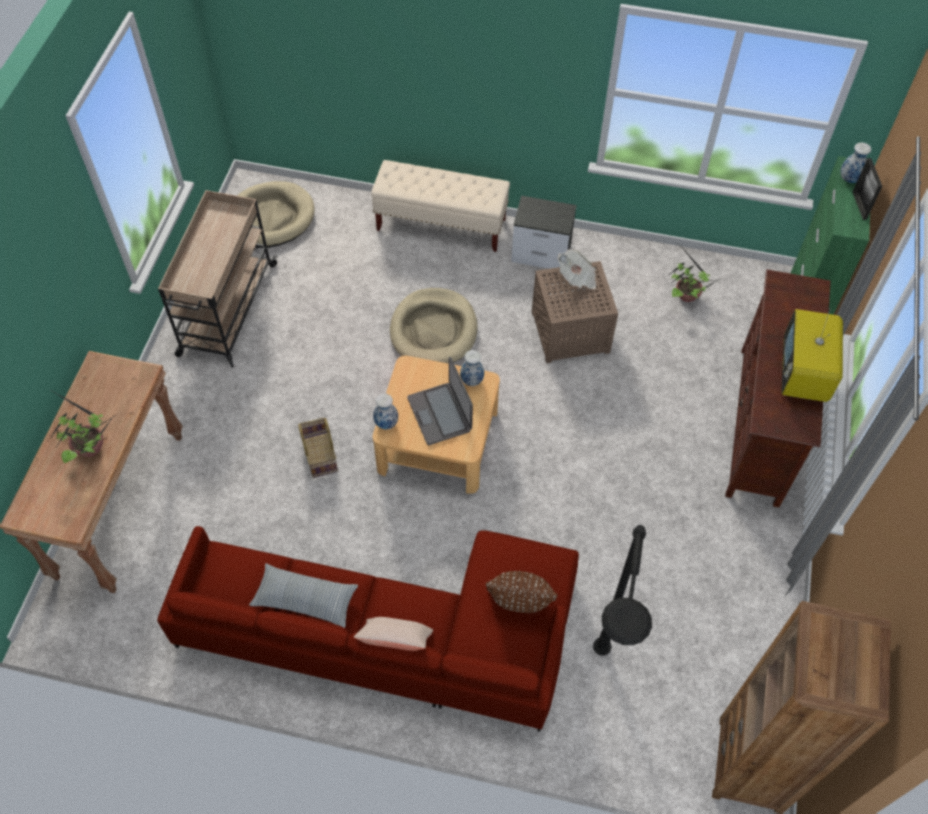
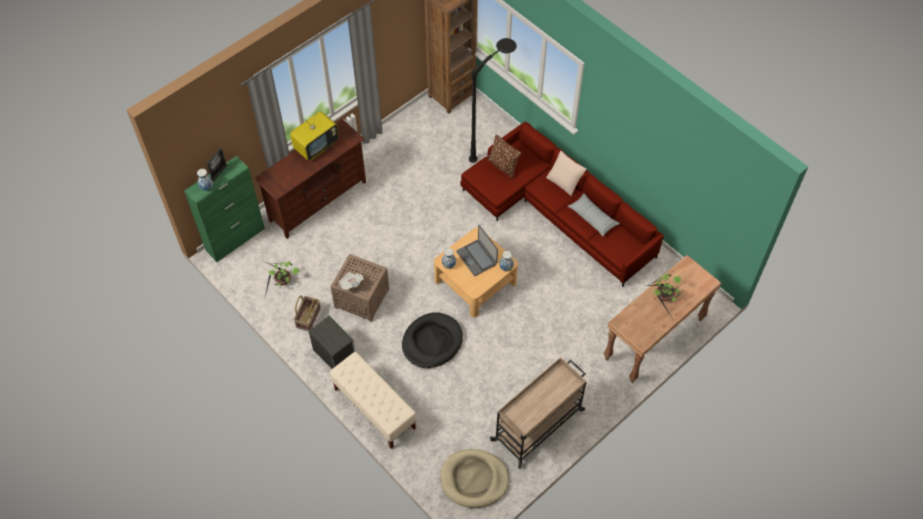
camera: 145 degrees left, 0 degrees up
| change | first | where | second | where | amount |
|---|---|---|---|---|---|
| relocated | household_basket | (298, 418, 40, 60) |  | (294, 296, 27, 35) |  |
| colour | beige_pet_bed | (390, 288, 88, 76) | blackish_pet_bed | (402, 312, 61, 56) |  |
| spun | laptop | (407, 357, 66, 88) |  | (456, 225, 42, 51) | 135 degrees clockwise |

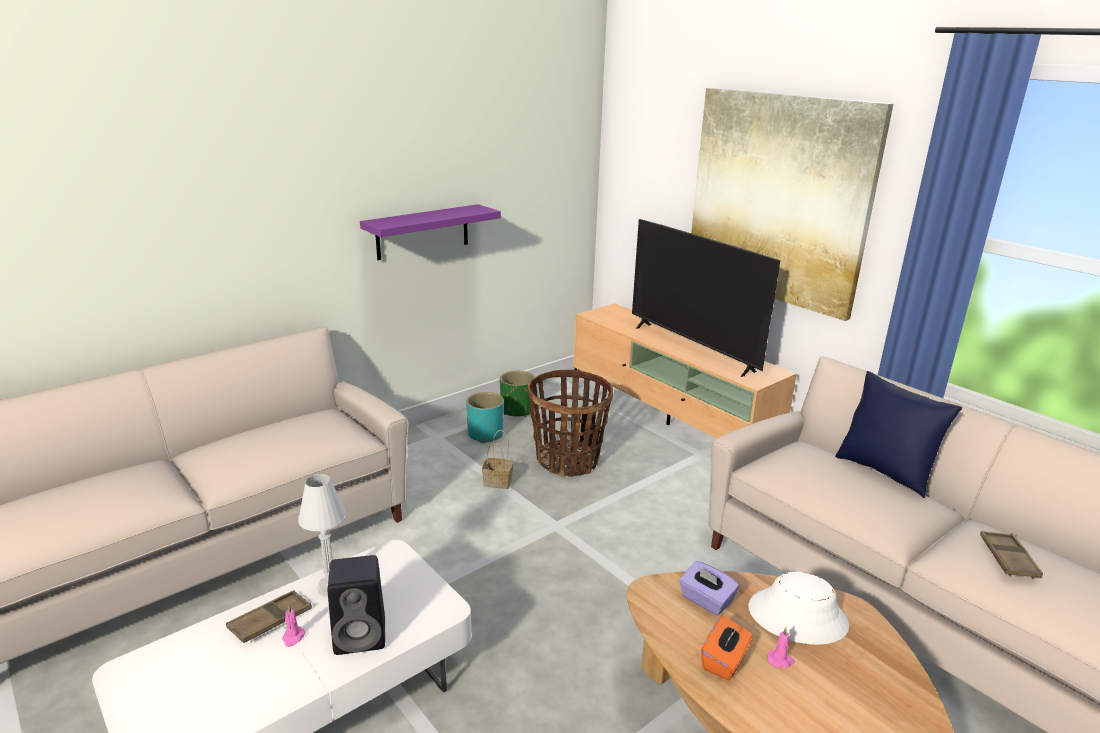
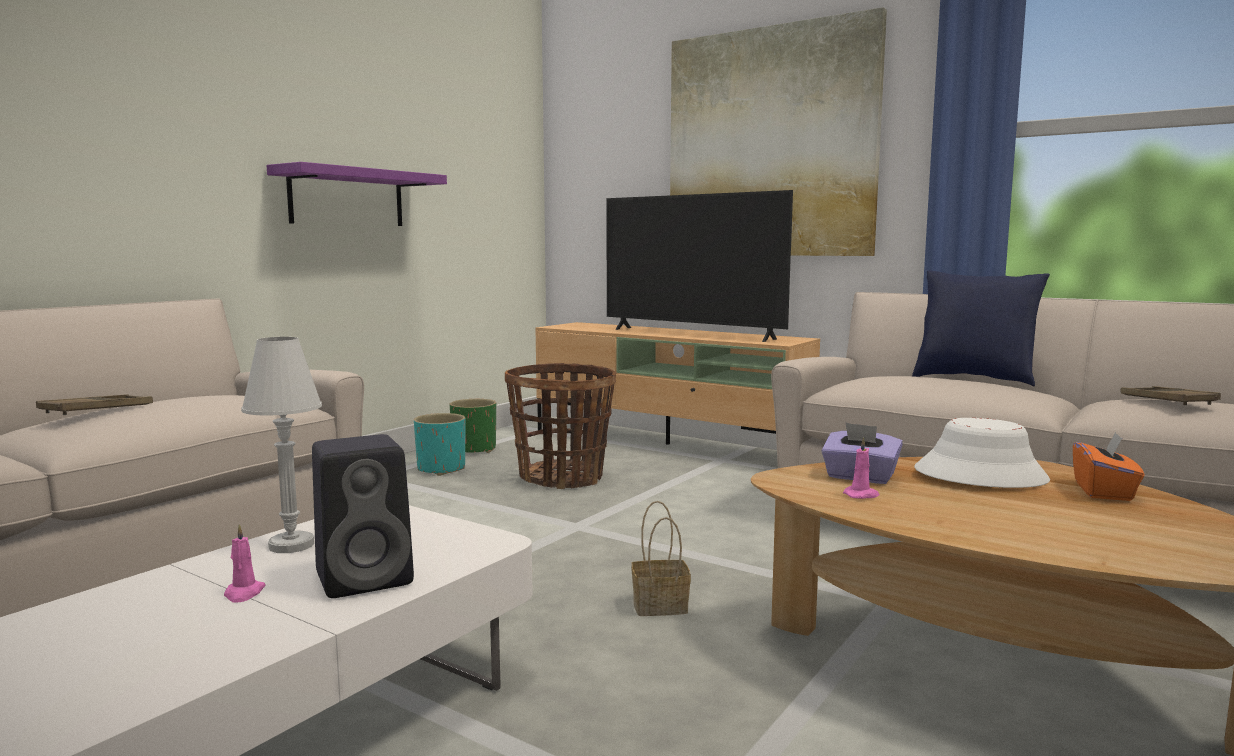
camera: 15 degrees left, 15 degrees down
| change | first | where | second | where | amount |
|---|---|---|---|---|---|
| relocated | brownish_serving_tray | (226, 590, 86, 53) |  | (36, 394, 117, 21) |  |
| relocated | household_basket | (482, 430, 32, 59) |  | (631, 501, 60, 115) |  |
| relocated | orange_tissue_box | (701, 615, 52, 65) |  | (1073, 432, 71, 69) |  |
| relocated | pink_wax_candle | (767, 627, 27, 41) |  | (843, 437, 37, 62) |  |

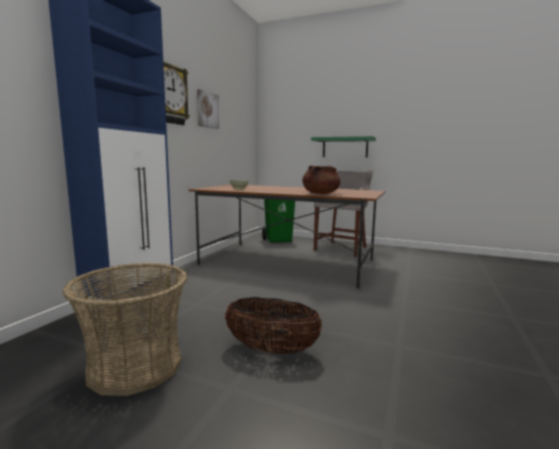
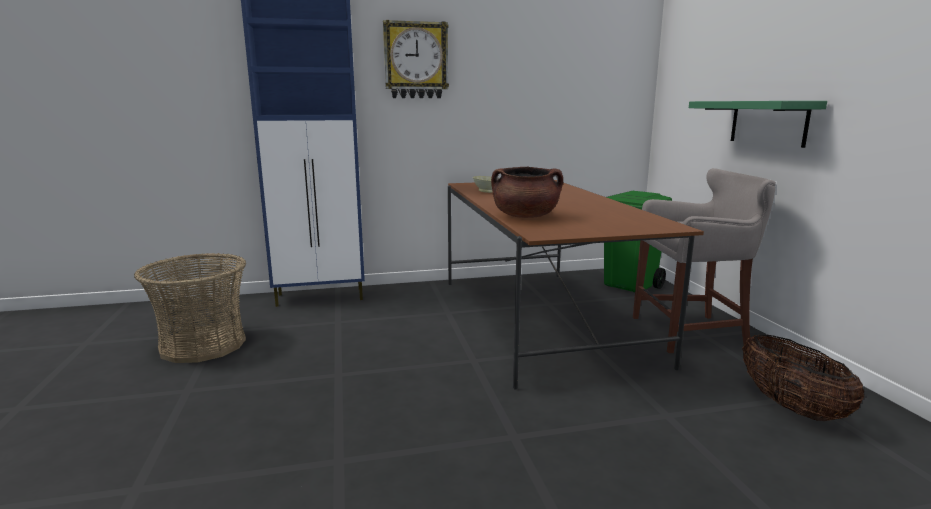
camera: 55 degrees right, 5 degrees up
| change | first | where | second | where | amount |
|---|---|---|---|---|---|
| missing | wall_picture | (197, 89, 22, 40) |  |  |  |
| relocated | household_basket | (225, 297, 98, 58) |  | (742, 335, 122, 86) |  |

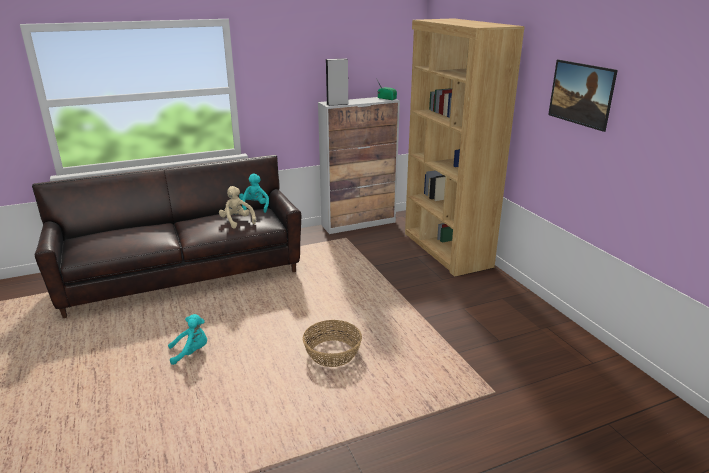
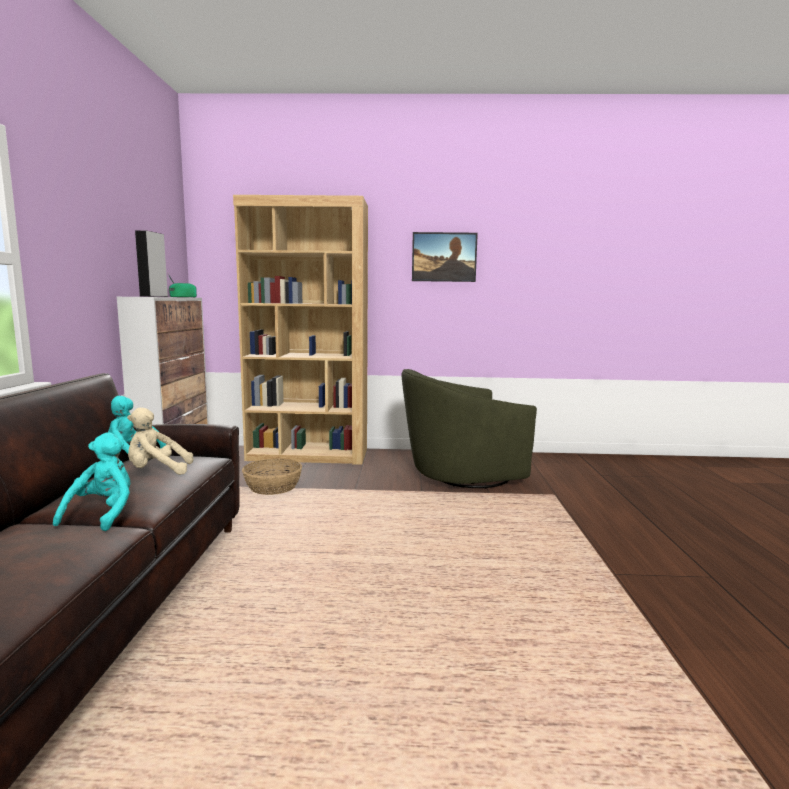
camera: 65 degrees left, 15 degrees down
| change | first | where | second | where | amount |
|---|---|---|---|---|---|
| relocated | turquoise-coloured_soft_toy | (168, 314, 39, 51) |  | (53, 432, 77, 99) |  |
| relocated | household_basket | (303, 320, 59, 47) |  | (242, 458, 60, 37) |  |
| appeared |  |  | greenish_easy_chair | (402, 369, 135, 120) |  |

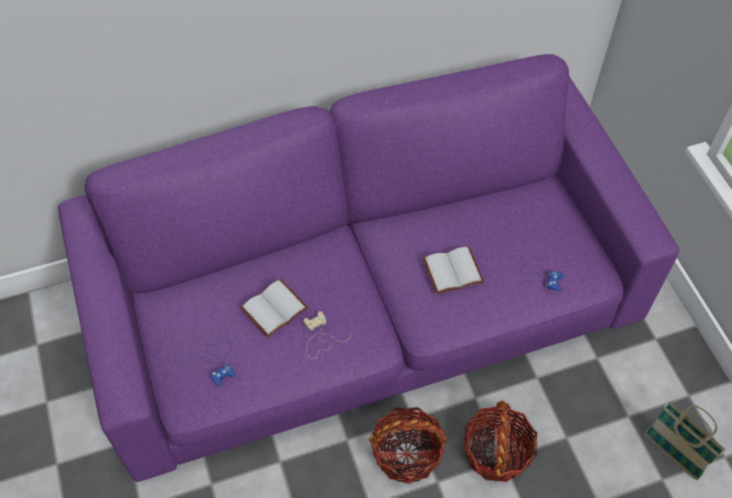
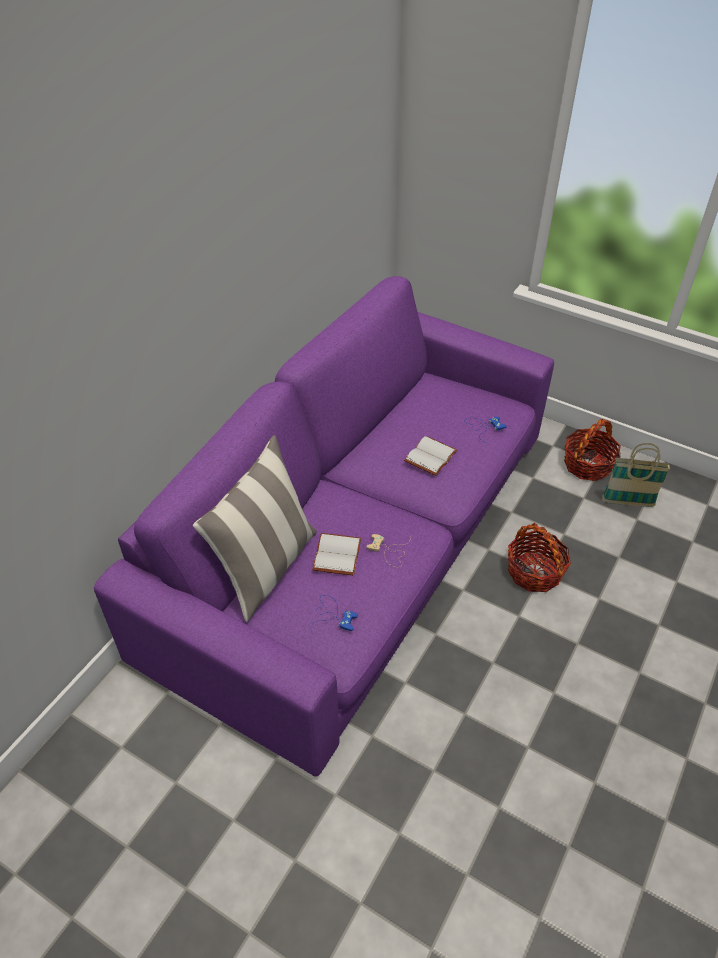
camera: 40 degrees left, 10 degrees down
| change | first | where | second | where | amount |
|---|---|---|---|---|---|
| relocated | household_basket | (369, 407, 78, 77) |  | (564, 419, 57, 62) |  |
| appeared |  |  | cushion | (193, 435, 124, 187) |  |

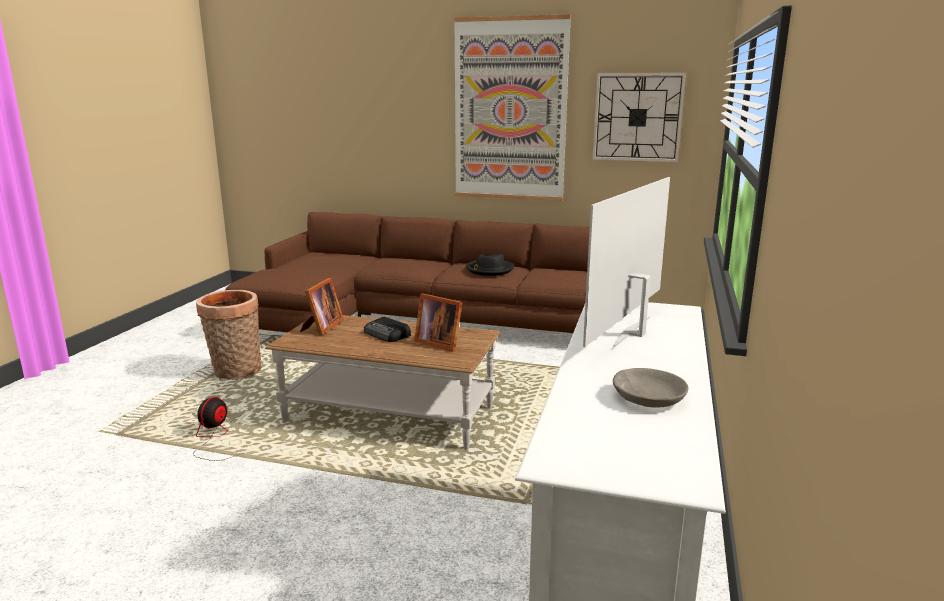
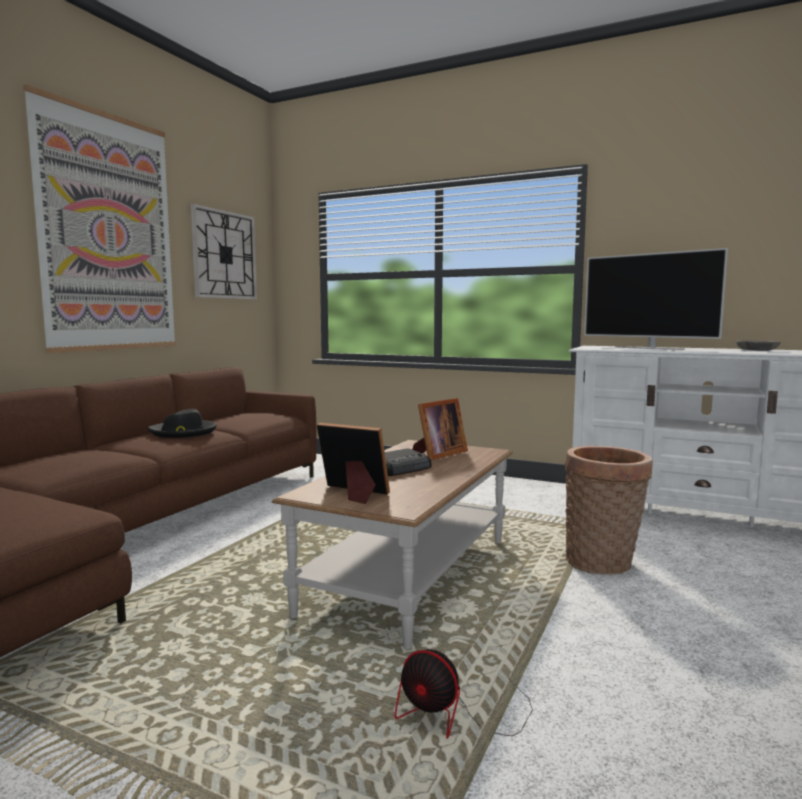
camera: 80 degrees left, 10 degrees down
| change | first | where | second | where | amount |
|---|---|---|---|---|---|
| relocated | household_basket | (196, 290, 65, 90) |  | (565, 446, 88, 129) |  |

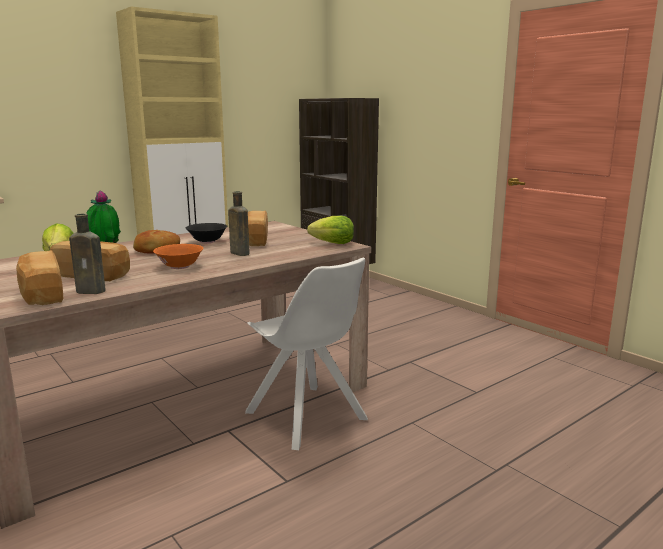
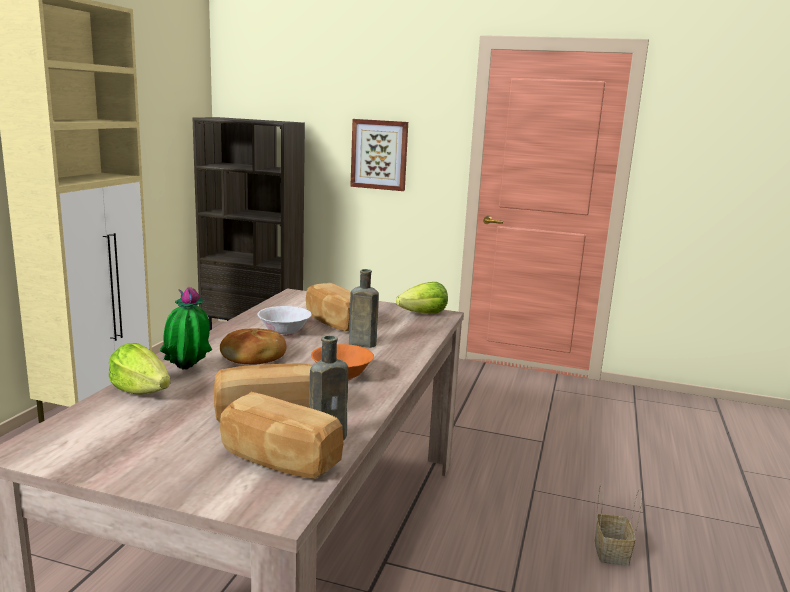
camera: 35 degrees left, 0 degrees up
| change | first | where | second | where | amount |
|---|---|---|---|---|---|
| colour | blackish_deep_dish | (186, 223, 41, 20) | white-coloured_deep_dish | (257, 306, 55, 30) |  |
| missing | white-coloured_plain_chair | (245, 258, 123, 192) |  |  |  |
| appeared |  |  | wall_picture | (350, 119, 58, 72) |  |
| appeared |  |  | household_basket | (595, 484, 47, 82) |  |

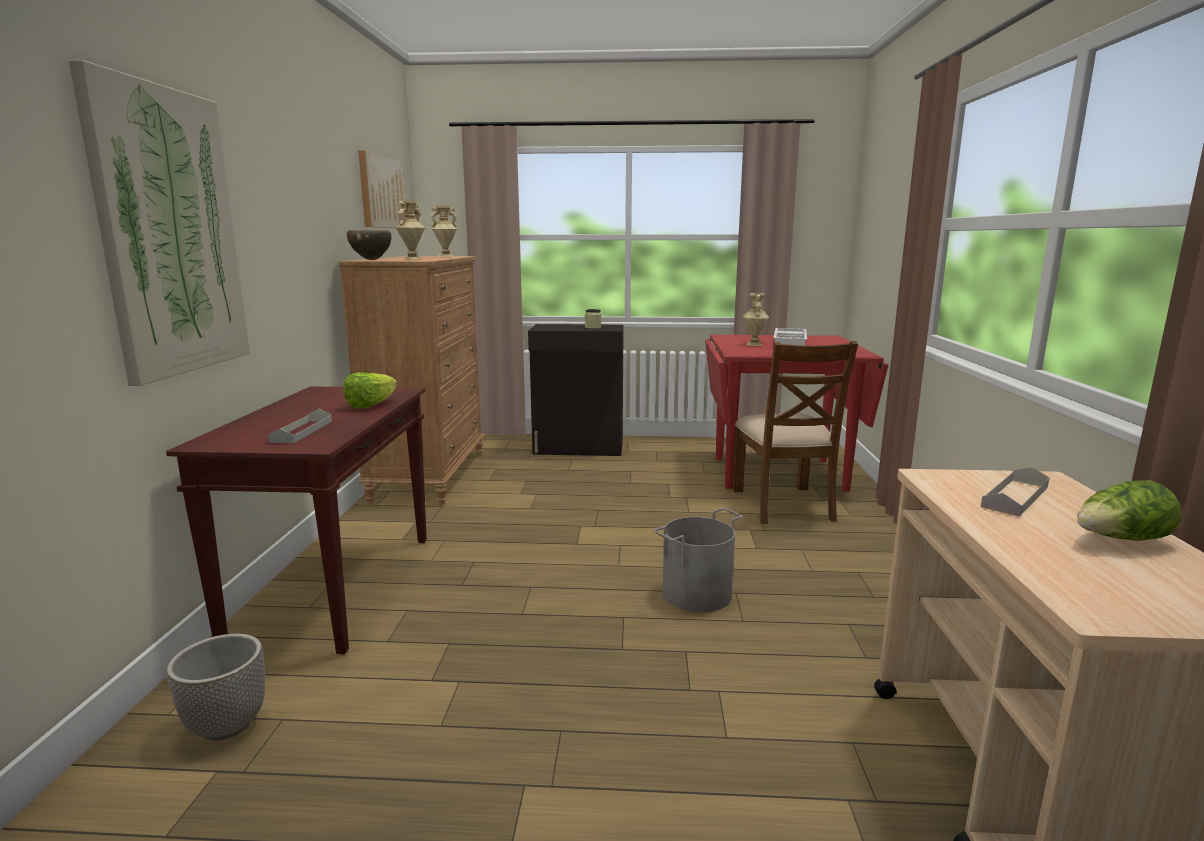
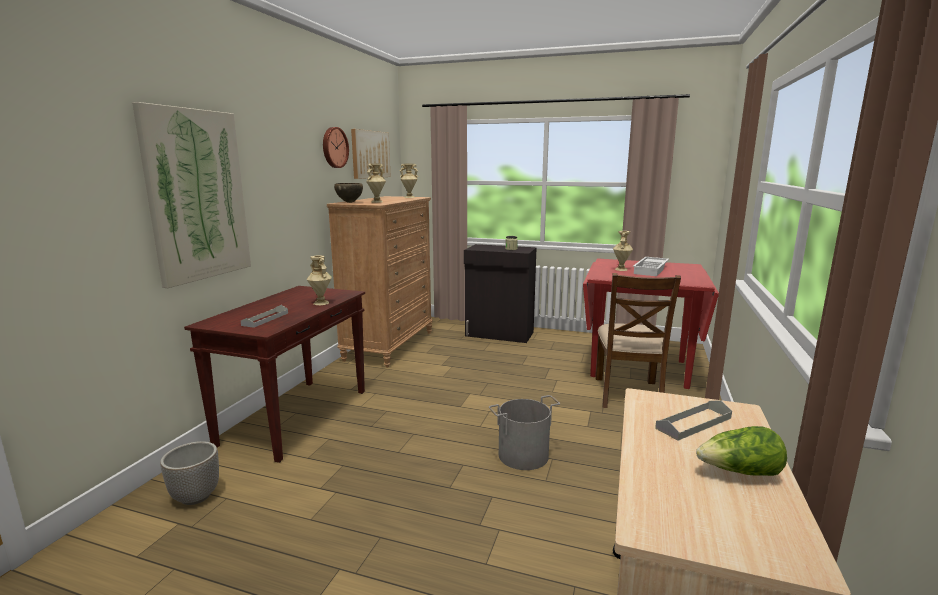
camera: 15 degrees right, 0 degrees up
| change | first | where | second | where | amount |
|---|---|---|---|---|---|
| exchanged | lettuce | (343, 372, 54, 37) | beige_flower_vase | (306, 255, 26, 50) |  |
| appeared |  |  | hanging_clock | (323, 127, 26, 41) |  |

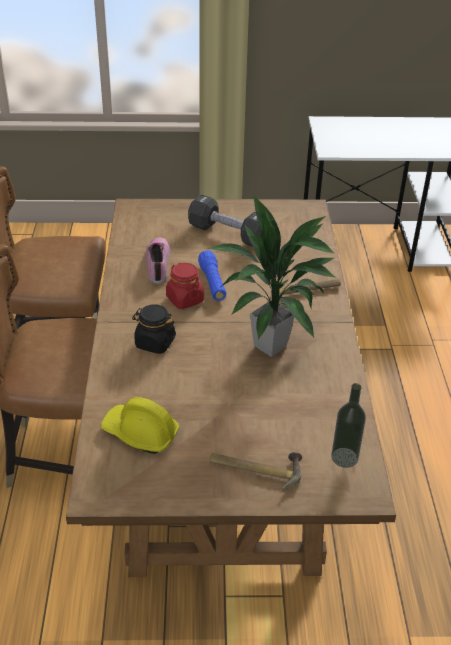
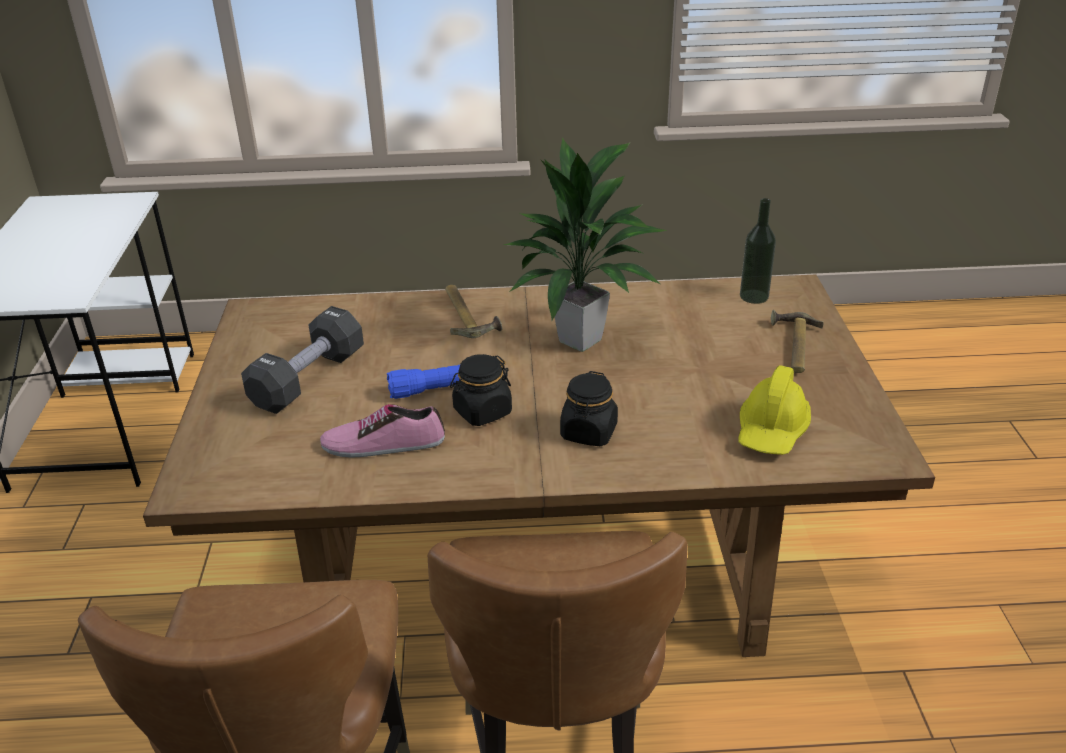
camera: 90 degrees left, 5 degrees down
| change | first | where | second | where | amount |
|---|---|---|---|---|---|
| colour | reddish_preserve_jar | (166, 263, 38, 46) | blackish_preserve_jar | (450, 354, 62, 72) |  |

